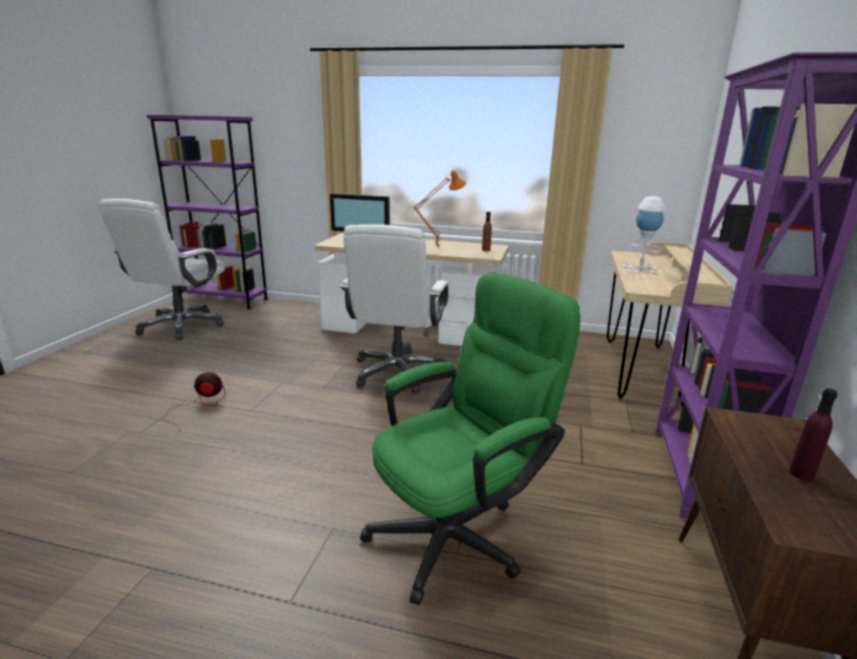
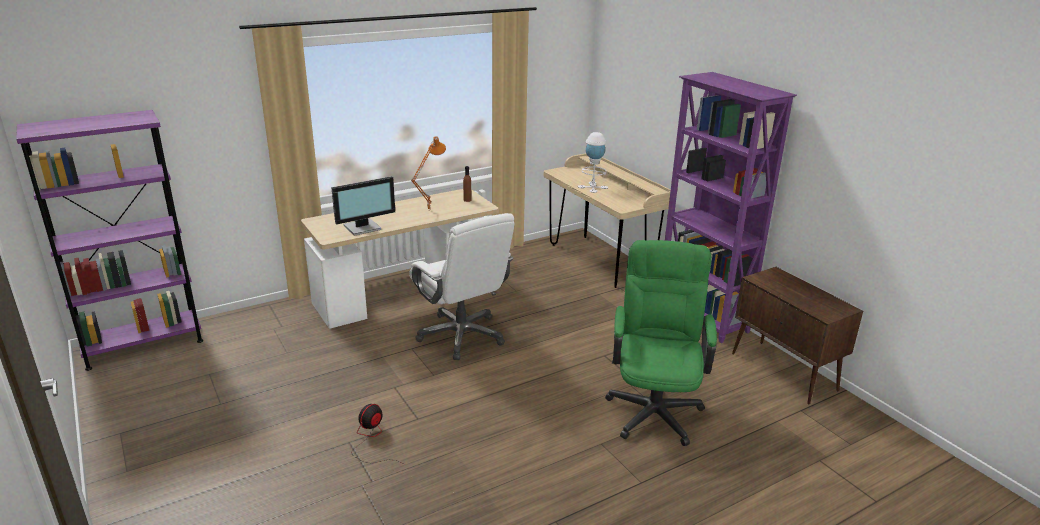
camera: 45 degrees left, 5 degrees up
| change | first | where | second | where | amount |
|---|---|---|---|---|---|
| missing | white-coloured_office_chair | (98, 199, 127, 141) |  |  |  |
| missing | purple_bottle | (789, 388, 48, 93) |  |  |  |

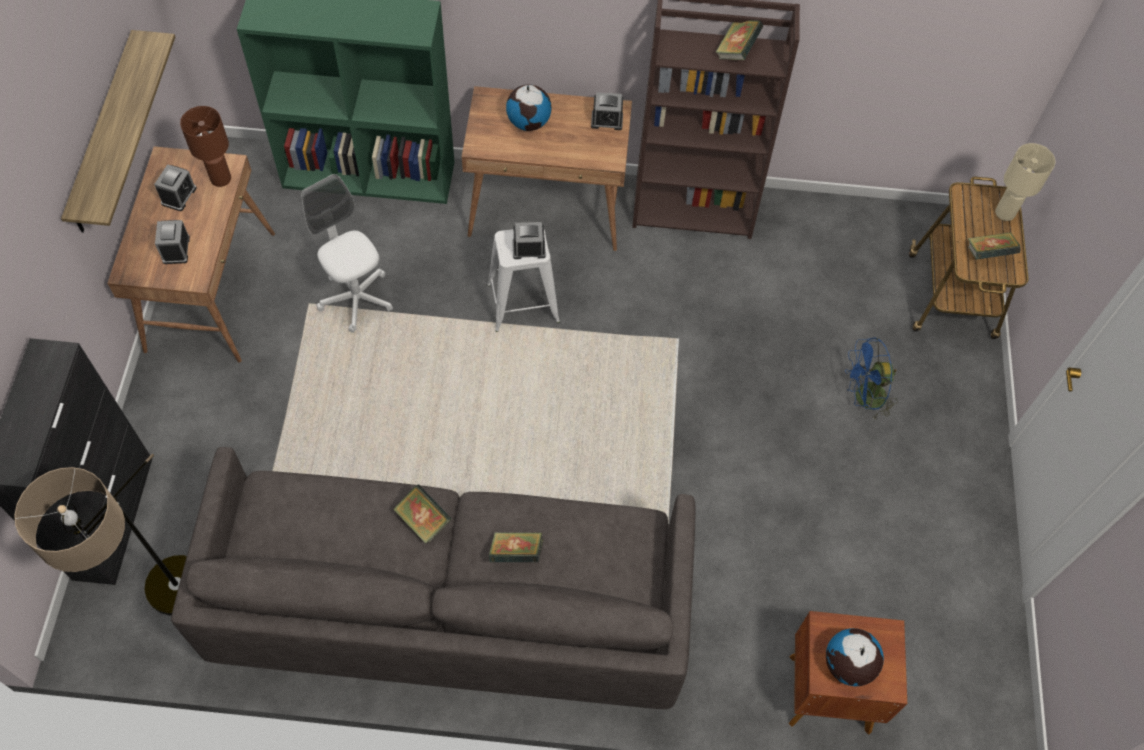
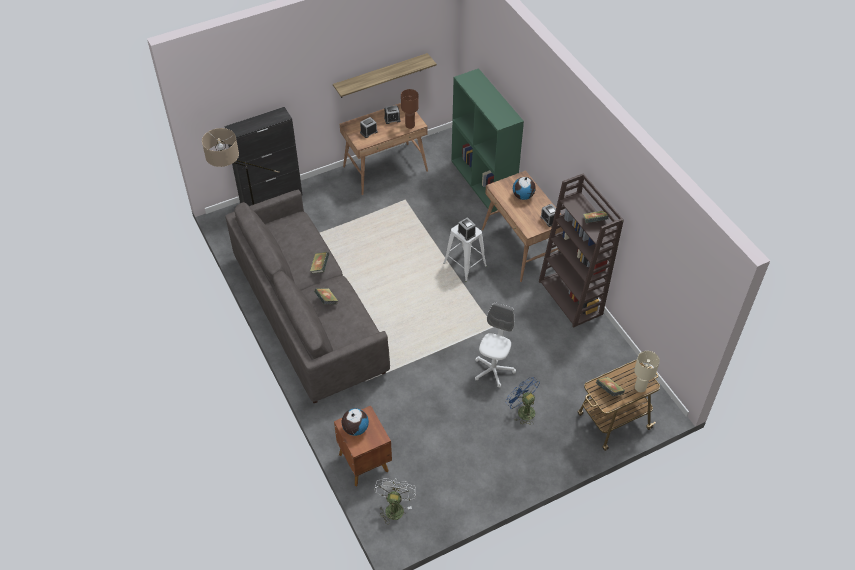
camera: 60 degrees right, 10 degrees down
| change | first | where | second | where | amount |
|---|---|---|---|---|---|
| relocated | white-coloured_office_chair | (301, 174, 92, 159) |  | (475, 302, 41, 85) |  |
| appeared |  |  | white-coloured_electric_fan | (374, 478, 42, 45) |  |

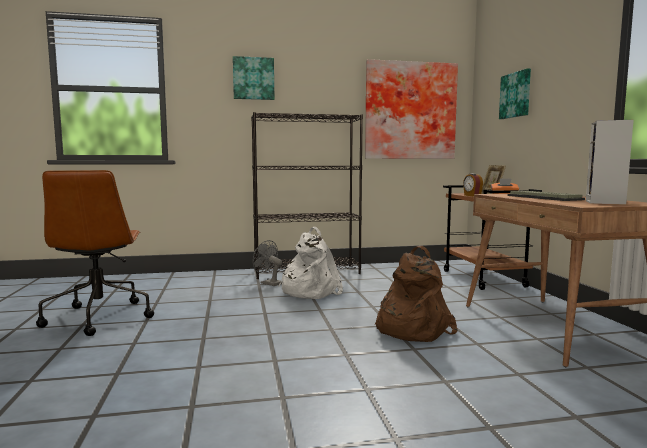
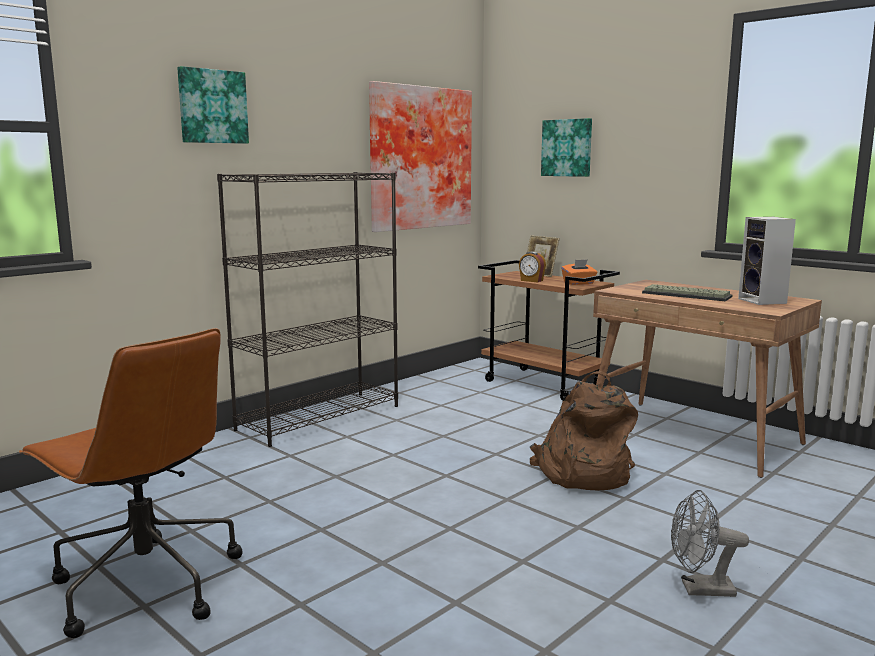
camera: 35 degrees left, 5 degrees up
| change | first | where | second | where | amount |
|---|---|---|---|---|---|
| relocated | grey_electric_fan | (253, 240, 30, 46) |  | (671, 490, 78, 107) |  |
| missing | white-coloured_backpack | (278, 227, 65, 72) |  |  |  |

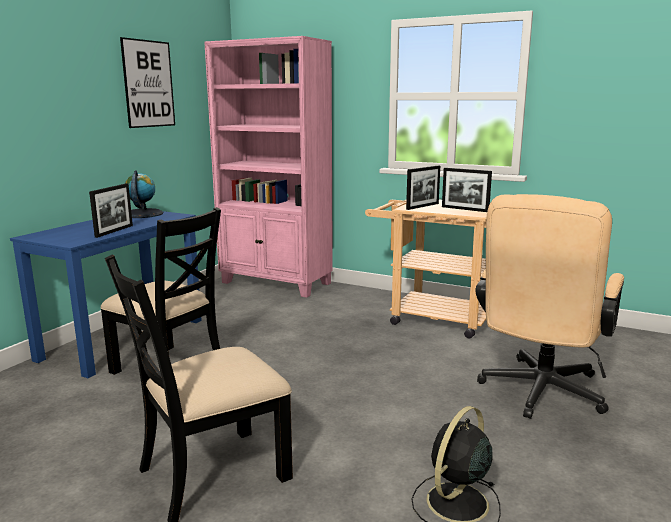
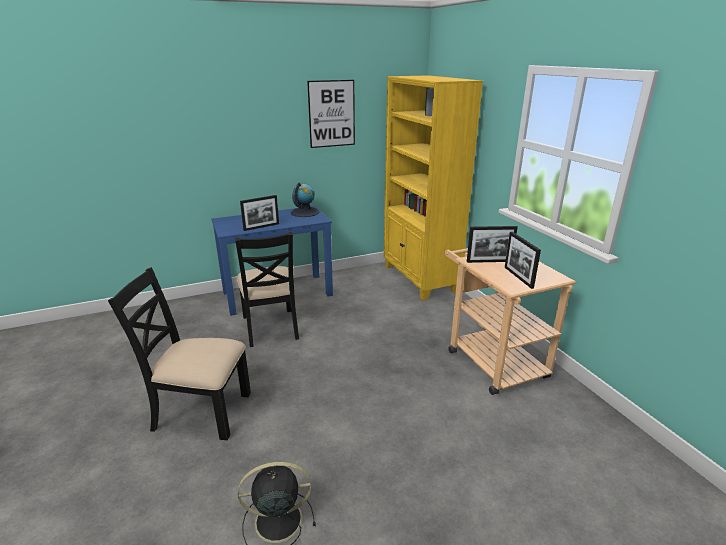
camera: 40 degrees right, 10 degrees up
| change | first | where | second | where | amount |
|---|---|---|---|---|---|
| colour | pink_bookcase | (204, 36, 129, 262) | yellow-coloured_bookcase | (384, 75, 99, 225) |  |
| missing | beige_office_chair | (475, 194, 149, 225) |  |  |  |

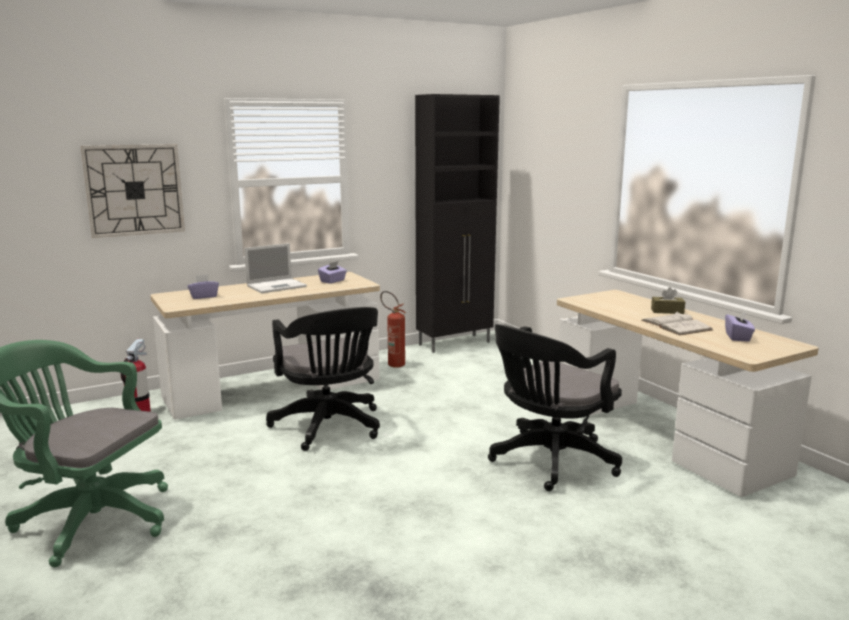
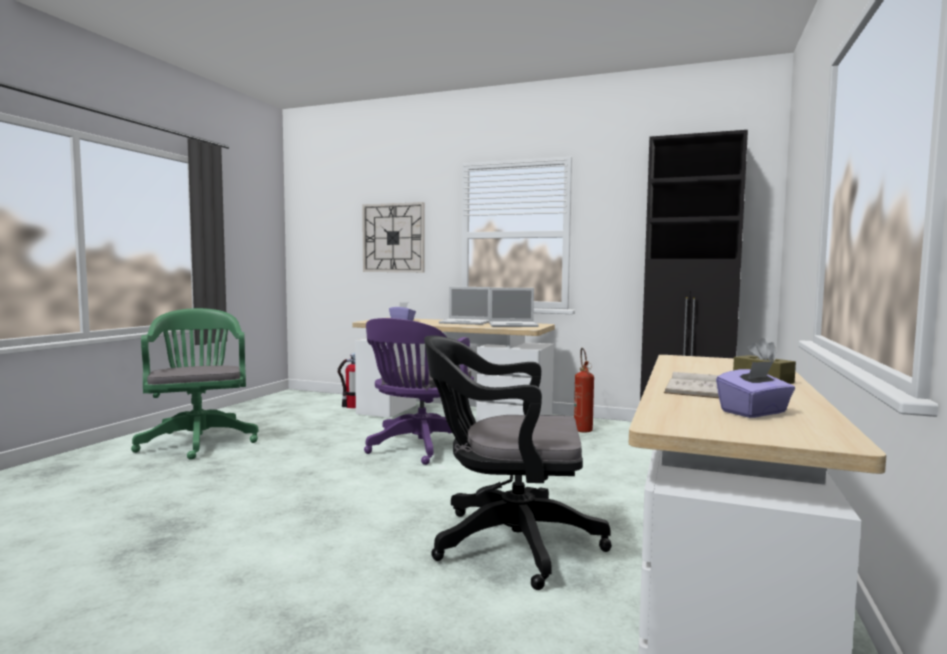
camera: 50 degrees right, 10 degrees down
| change | first | where | second | where | amount |
|---|---|---|---|---|---|
| colour | blackish_office_chair | (266, 307, 114, 144) | purple_office_chair | (364, 318, 110, 147) |  |
| exchanged | purple_tissue_box | (318, 261, 29, 23) | laptop | (489, 288, 50, 39) |  |

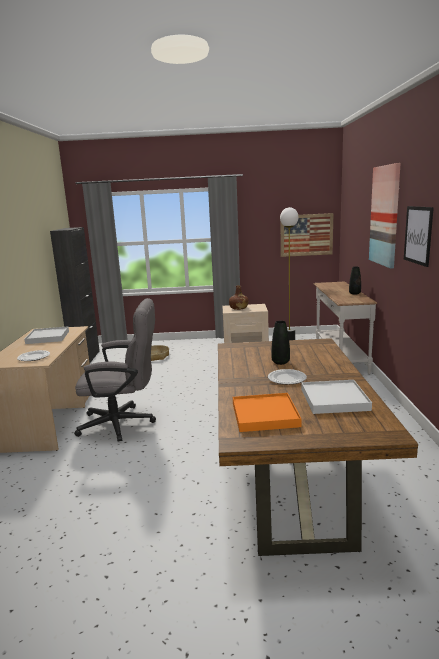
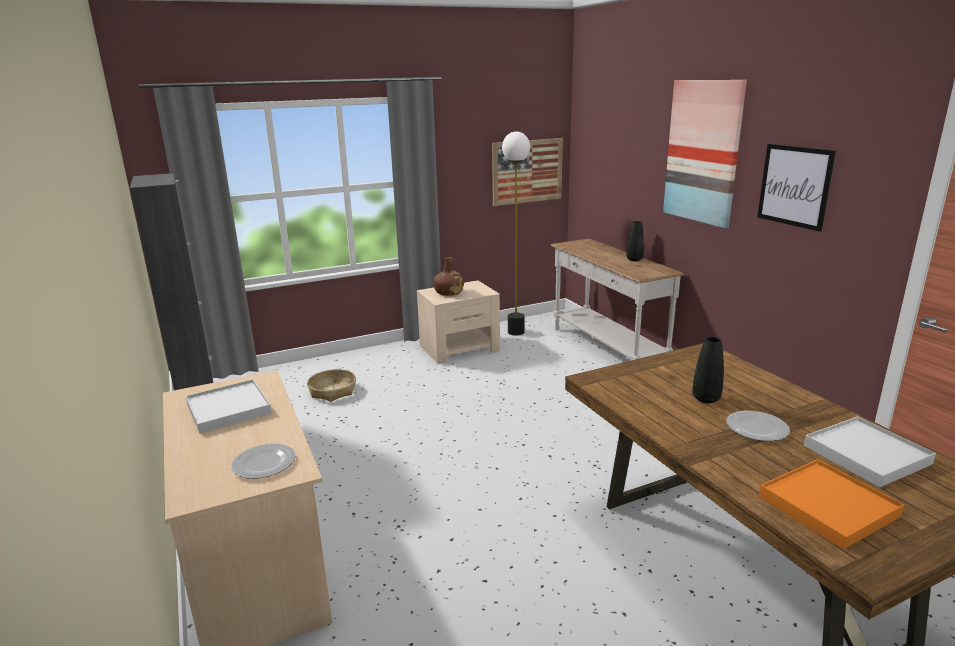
camera: 25 degrees left, 5 degrees up
| change | first | where | second | where | amount |
|---|---|---|---|---|---|
| missing | grey_office_chair | (74, 298, 82, 144) |  |  |  |

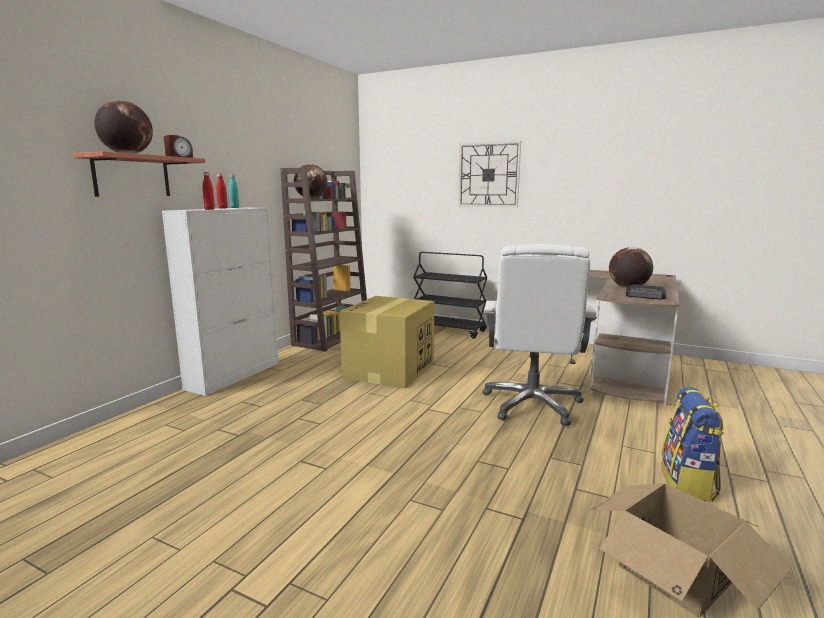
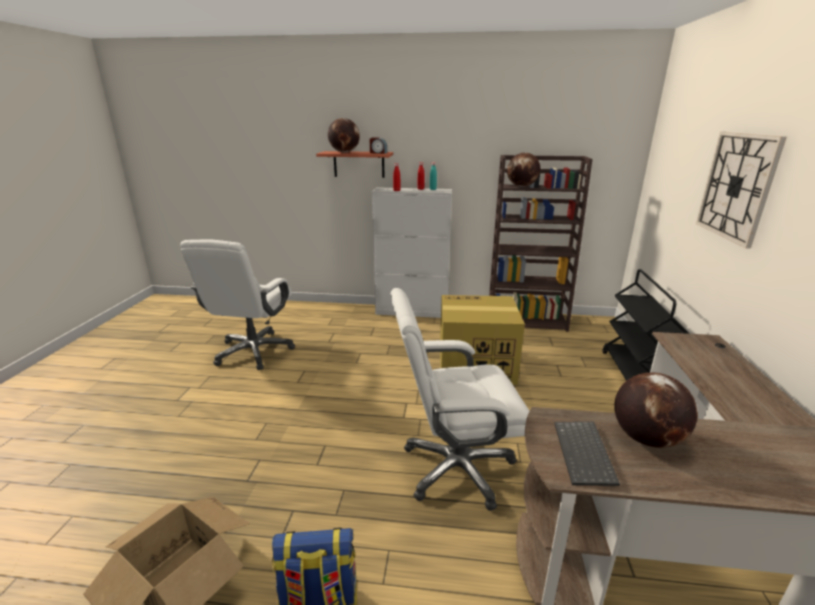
camera: 70 degrees right, 10 degrees up
| change | first | where | second | where | amount |
|---|---|---|---|---|---|
| exchanged | radio | (626, 284, 41, 16) | keyboard | (554, 421, 66, 65) |  |
| appeared |  |  | white-coloured_office_chair | (180, 240, 115, 130) |  |

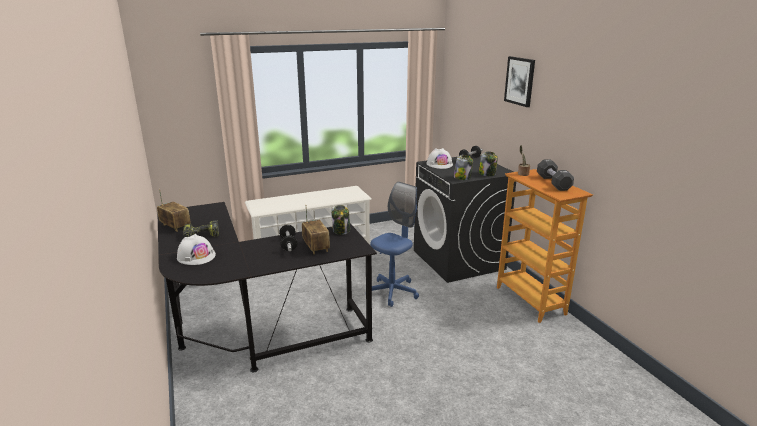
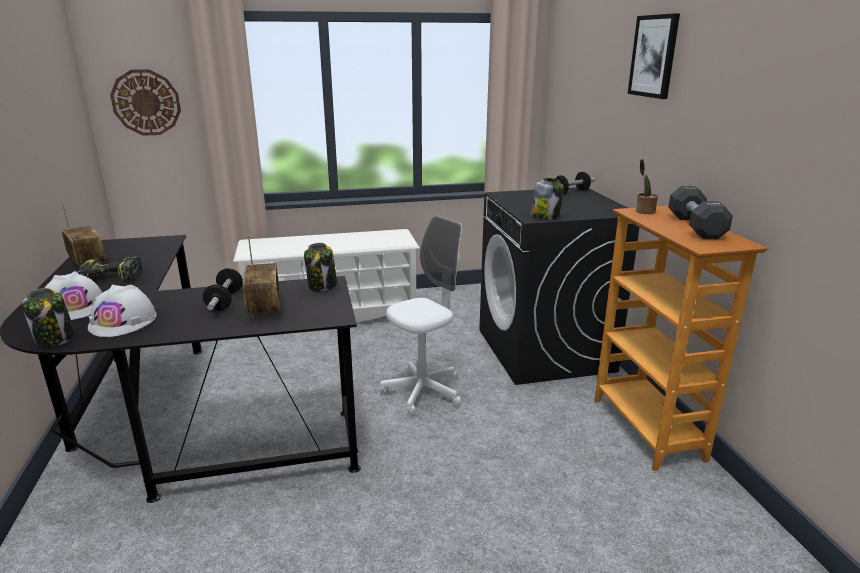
camera: 10 degrees right, 0 degrees up
| change | first | where | second | where | amount |
|---|---|---|---|---|---|
| colour | bluish_office_chair | (370, 182, 49, 125) | white-coloured_office_chair | (380, 216, 82, 200) |  |
| relocated | white-coloured_hard_hat | (426, 148, 27, 21) |  | (88, 285, 69, 52) |  |
| relocated | preserve_jar | (479, 151, 19, 25) |  | (22, 288, 53, 59) |  |
| appeared |  |  | hanging_clock | (110, 69, 71, 67) |  |

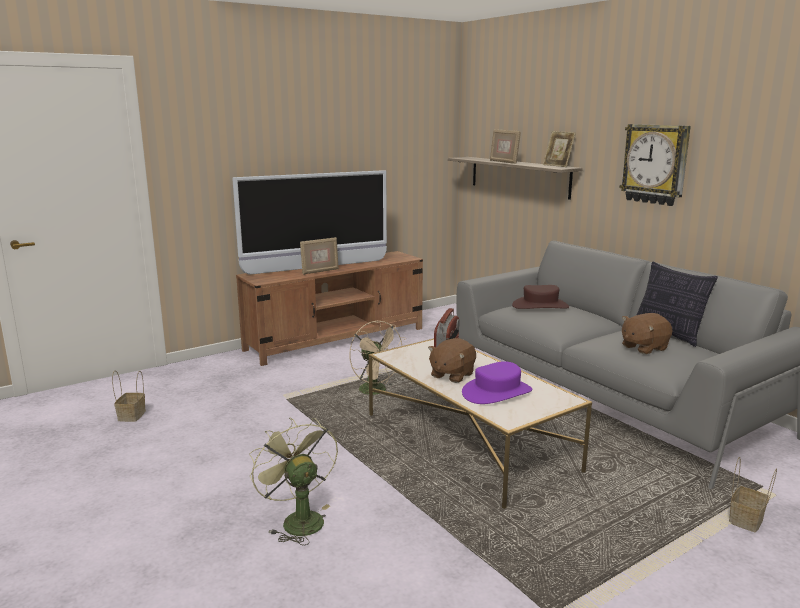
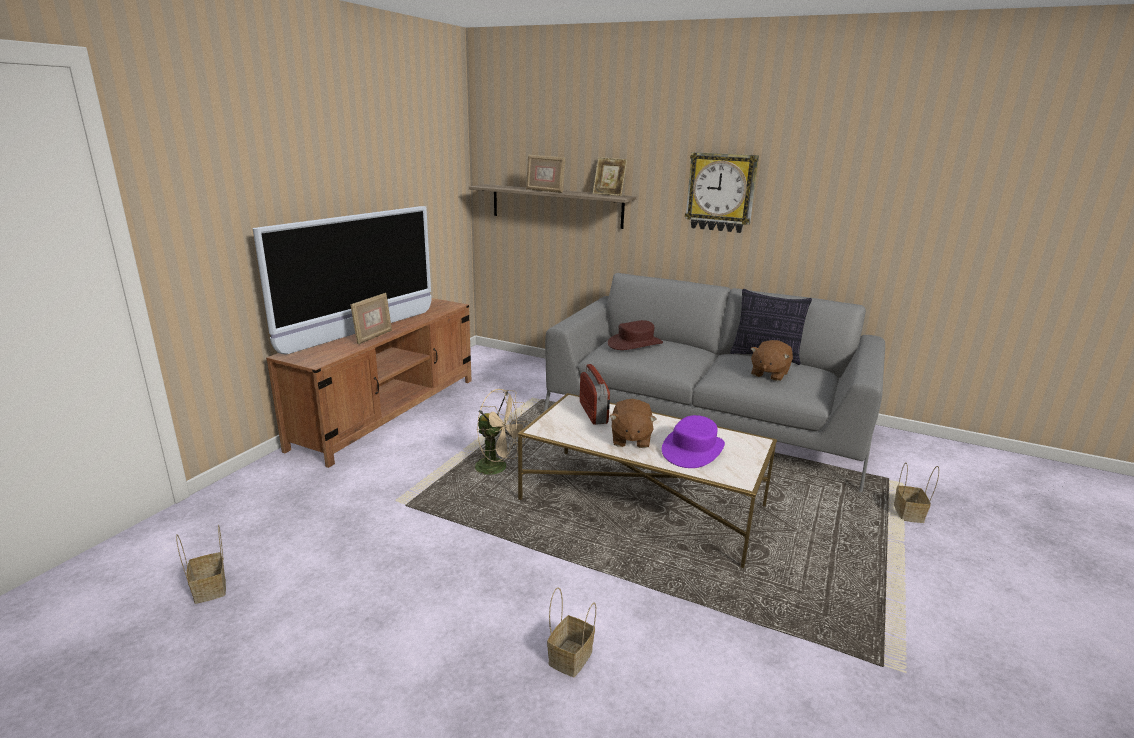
camera: 30 degrees left, 5 degrees up
| change | first | where | second | where | amount |
|---|---|---|---|---|---|
| exchanged | greenish_electric_fan | (249, 418, 89, 127) | household_basket | (547, 587, 49, 90) |  |

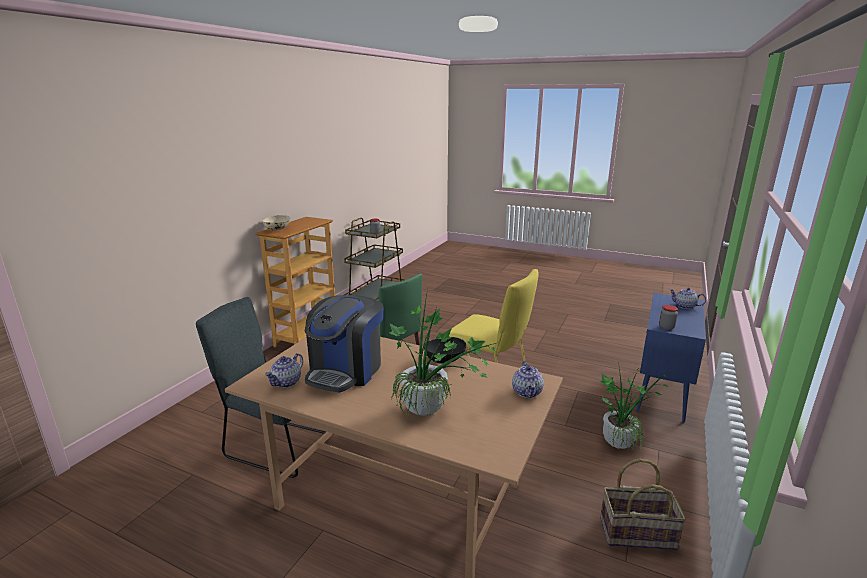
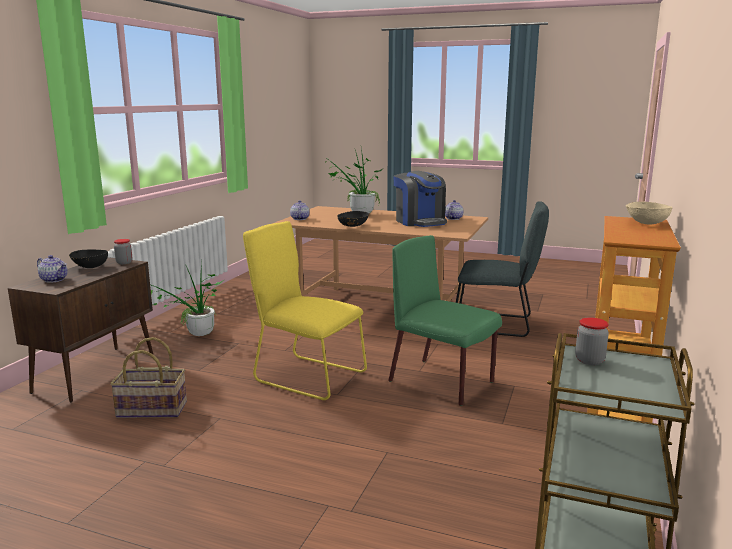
camera: 175 degrees right, 5 degrees down
| change | first | where | second | where | amount |
|---|---|---|---|---|---|
| spun | coffee_brewer | (304, 295, 80, 98) |  | (393, 171, 54, 56) | 135 degrees clockwise |
| relocated | household_basket | (600, 458, 86, 92) |  | (110, 337, 77, 81) |  |
| colour | bluish_cupboard | (636, 293, 70, 129) | brownish_cupboard | (8, 257, 145, 145) |  |
| appeared |  |  | blackish_deep_dish | (69, 249, 39, 19) |  |

